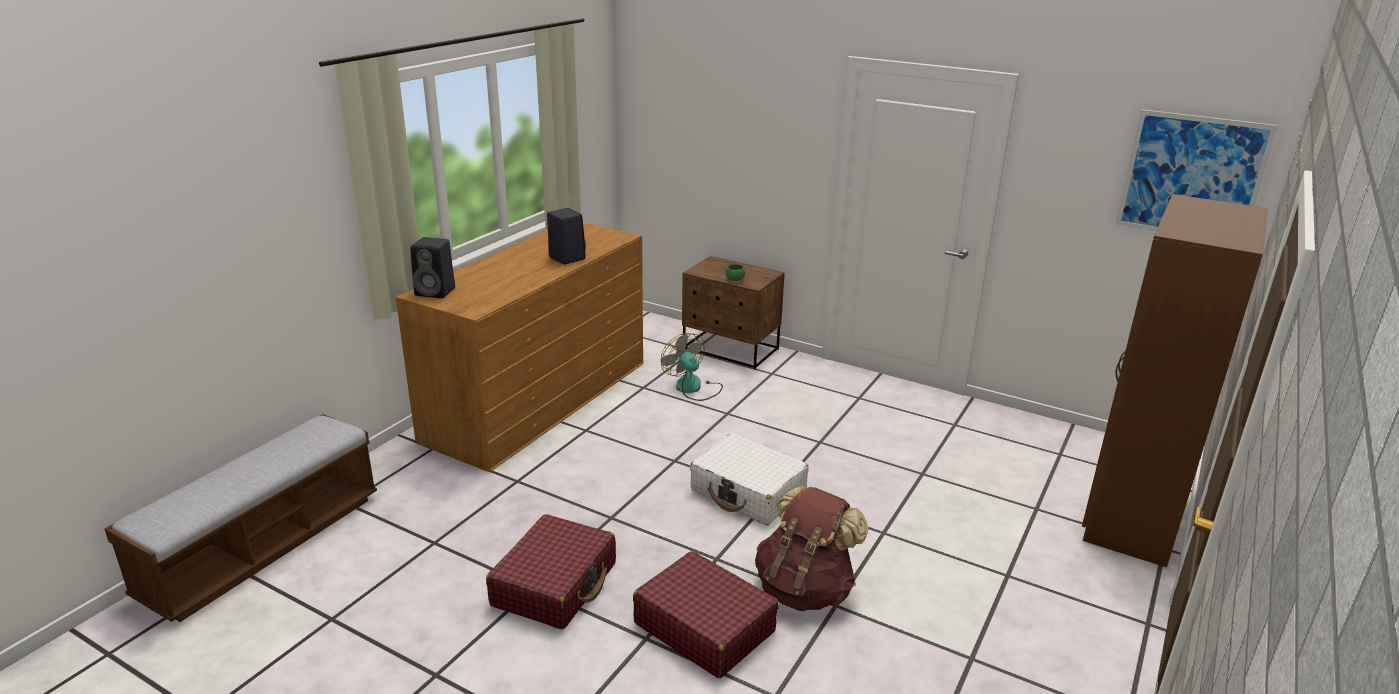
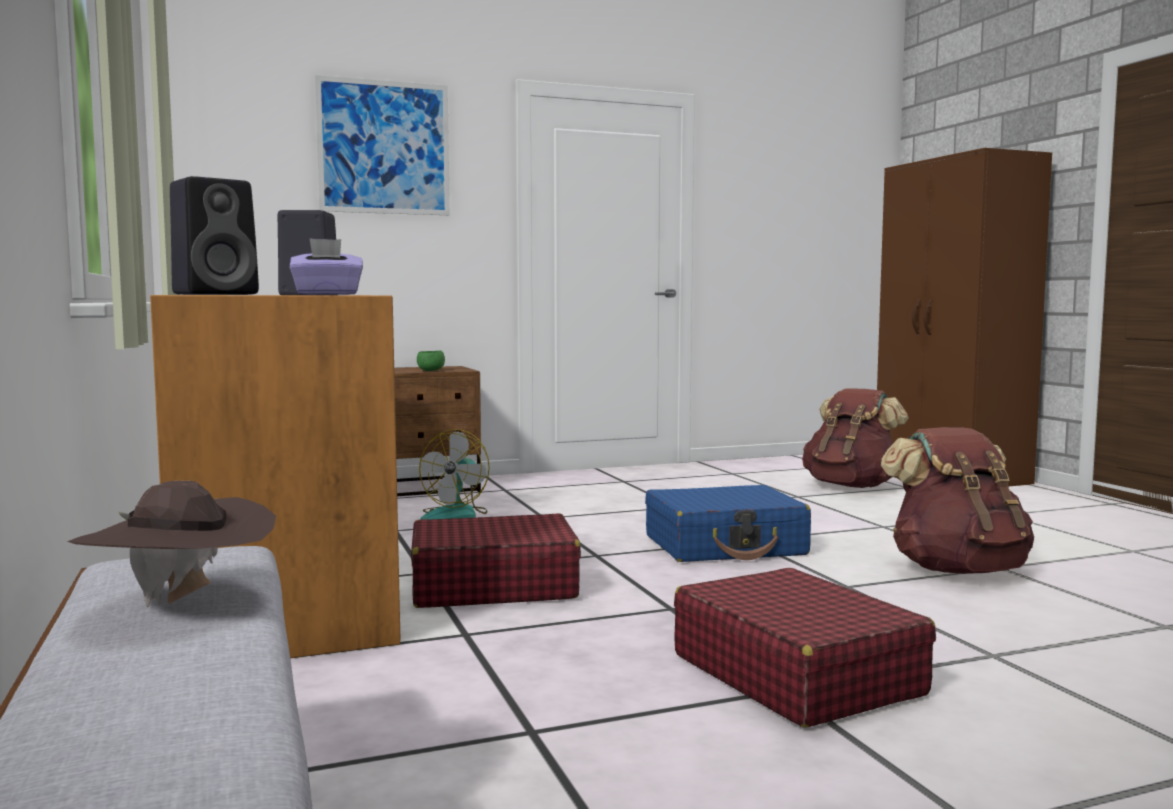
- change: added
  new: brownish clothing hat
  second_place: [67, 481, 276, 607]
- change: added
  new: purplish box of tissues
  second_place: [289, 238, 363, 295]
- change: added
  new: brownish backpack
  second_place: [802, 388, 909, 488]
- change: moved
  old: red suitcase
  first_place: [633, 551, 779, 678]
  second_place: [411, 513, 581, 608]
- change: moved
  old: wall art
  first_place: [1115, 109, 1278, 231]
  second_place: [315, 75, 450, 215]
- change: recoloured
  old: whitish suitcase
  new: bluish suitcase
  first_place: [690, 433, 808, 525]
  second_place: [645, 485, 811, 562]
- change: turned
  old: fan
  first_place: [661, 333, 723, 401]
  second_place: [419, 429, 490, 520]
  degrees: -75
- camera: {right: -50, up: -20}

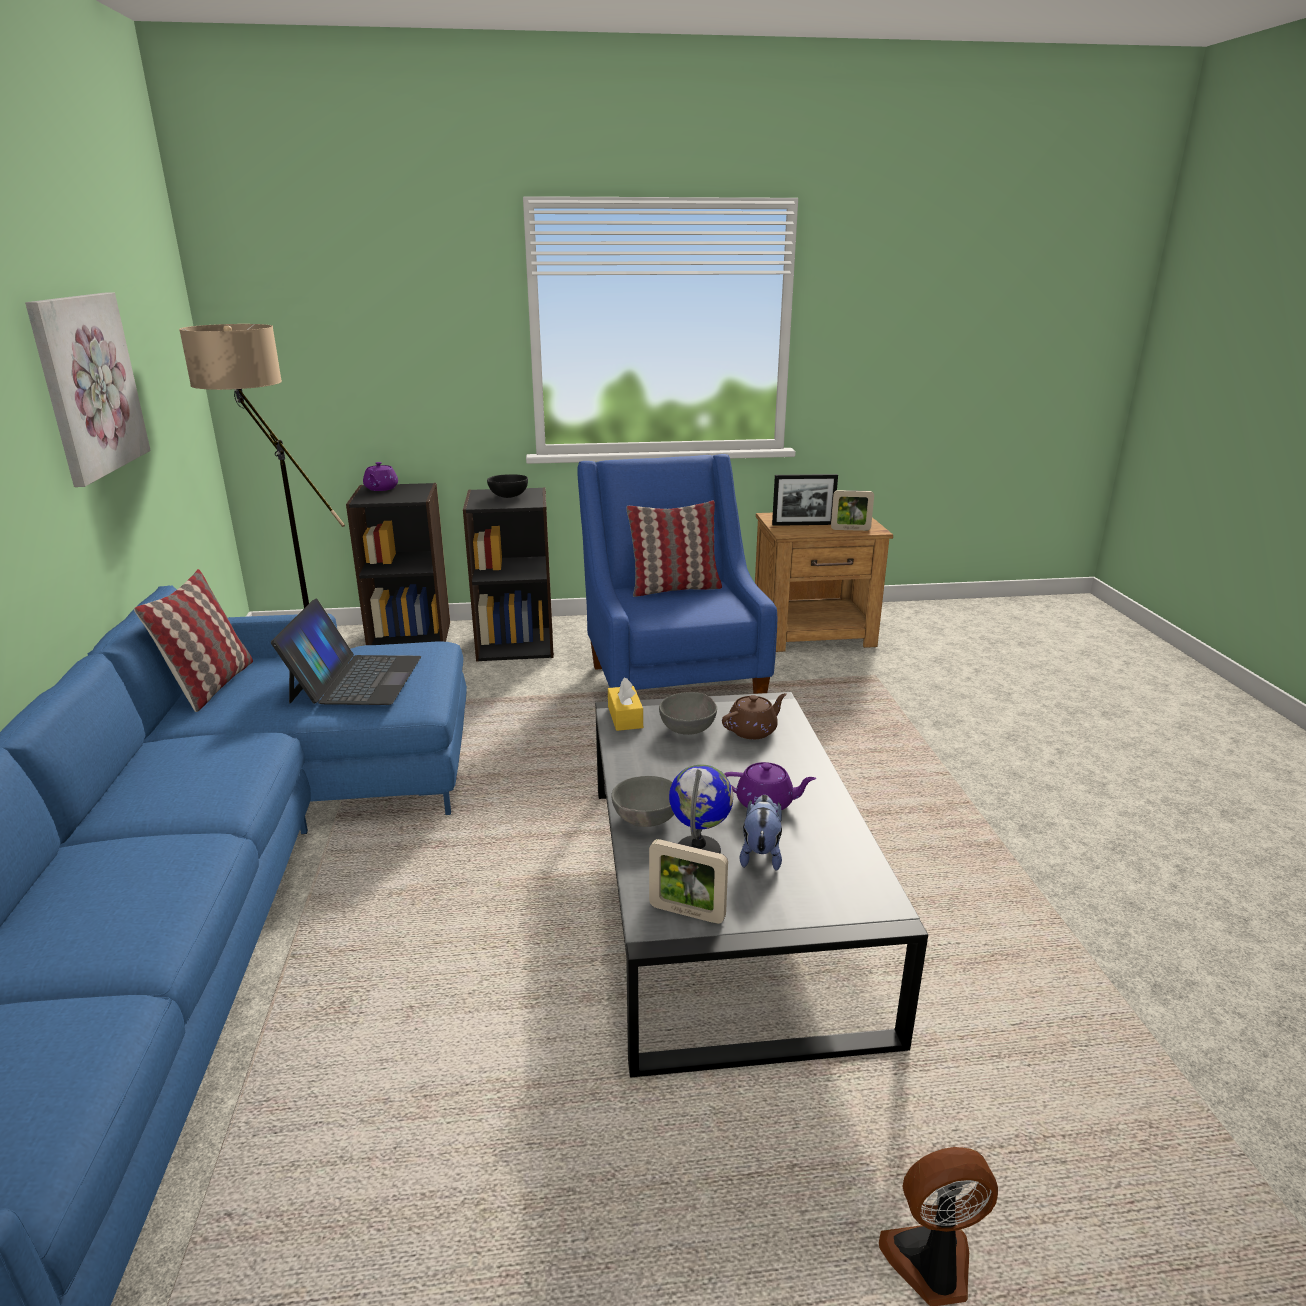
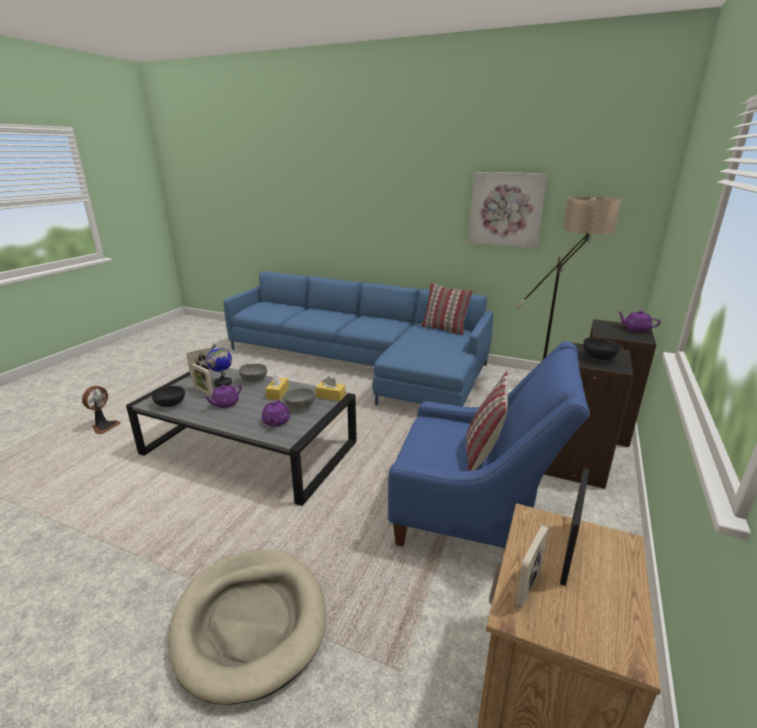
- change: removed
  old: laptop
  first_place: [271, 598, 421, 705]
- change: added
  new: blackish serving bowl
  second_place: [152, 386, 185, 407]
- change: added
  new: beige-coloured dog cushion
  second_place: [168, 550, 327, 705]
- change: added
  new: yellowish box of tissues
  second_place: [266, 373, 289, 400]
- change: replaced
  old: cuddly toy
  new: photo frame
  first_place: [740, 795, 782, 871]
  second_place: [191, 363, 213, 397]
- change: recoloured
  old: brownish tea pot
  new: purplish tea pot
  first_place: [722, 693, 787, 739]
  second_place: [262, 400, 290, 427]
- camera: {right: 120, up: 0}

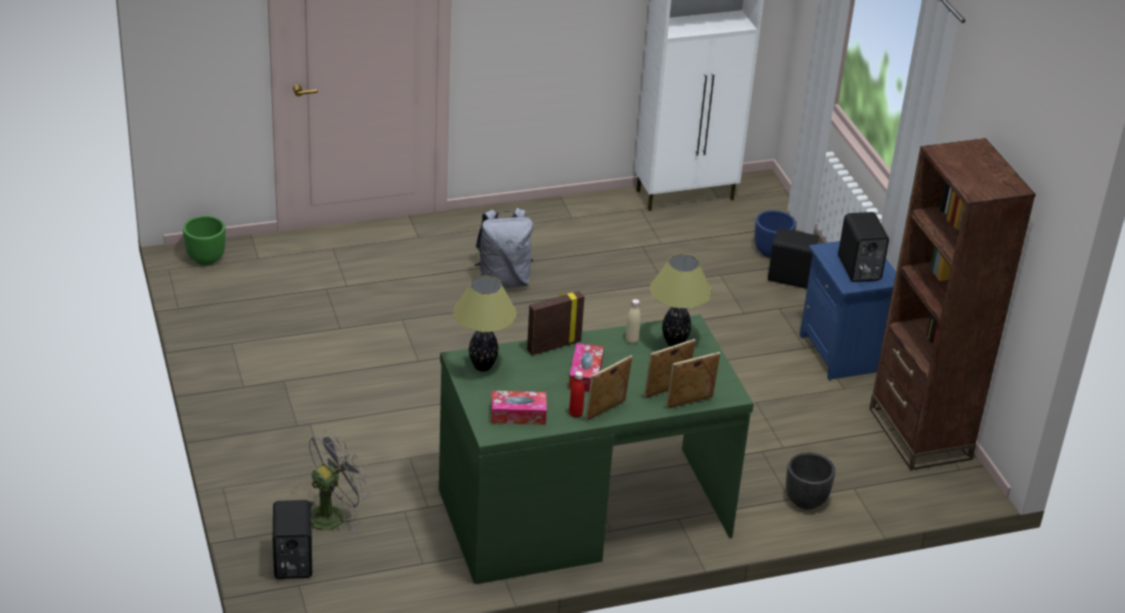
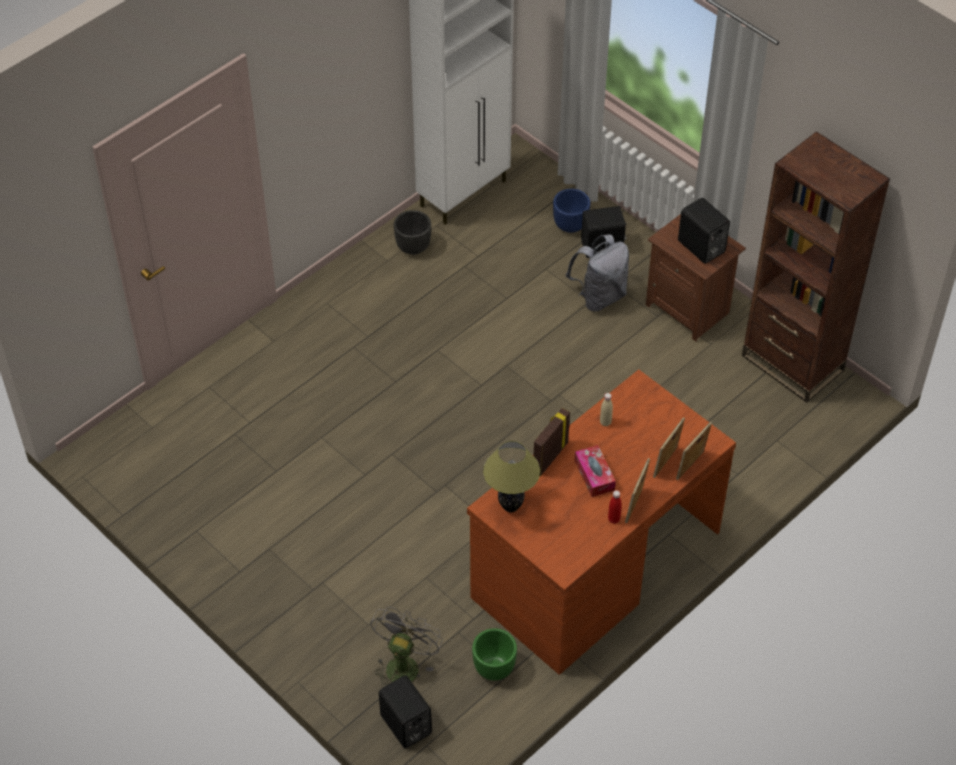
- change: removed
  old: box of tissues
  first_place: [491, 391, 547, 425]
- change: removed
  old: table lamp
  first_place: [650, 254, 711, 347]
- change: moved
  old: green-coloured flower pot
  first_place: [183, 216, 226, 265]
  second_place: [472, 628, 517, 681]
- change: moved
  old: gray backpack
  first_place: [475, 208, 533, 288]
  second_place: [566, 234, 629, 312]
- change: moved
  old: blackish flower pot
  first_place: [786, 452, 835, 509]
  second_place: [394, 210, 431, 255]
- change: recoloured
  old: green-coloured desk unit
  new: brownish desk unit
  first_place: [439, 315, 754, 584]
  second_place: [467, 369, 736, 675]
- change: recoloured
  old: bluish bedside table
  new: brownish bedside table
  first_place: [800, 241, 896, 381]
  second_place: [646, 214, 746, 342]
- camera: {right: -25, up: 15}

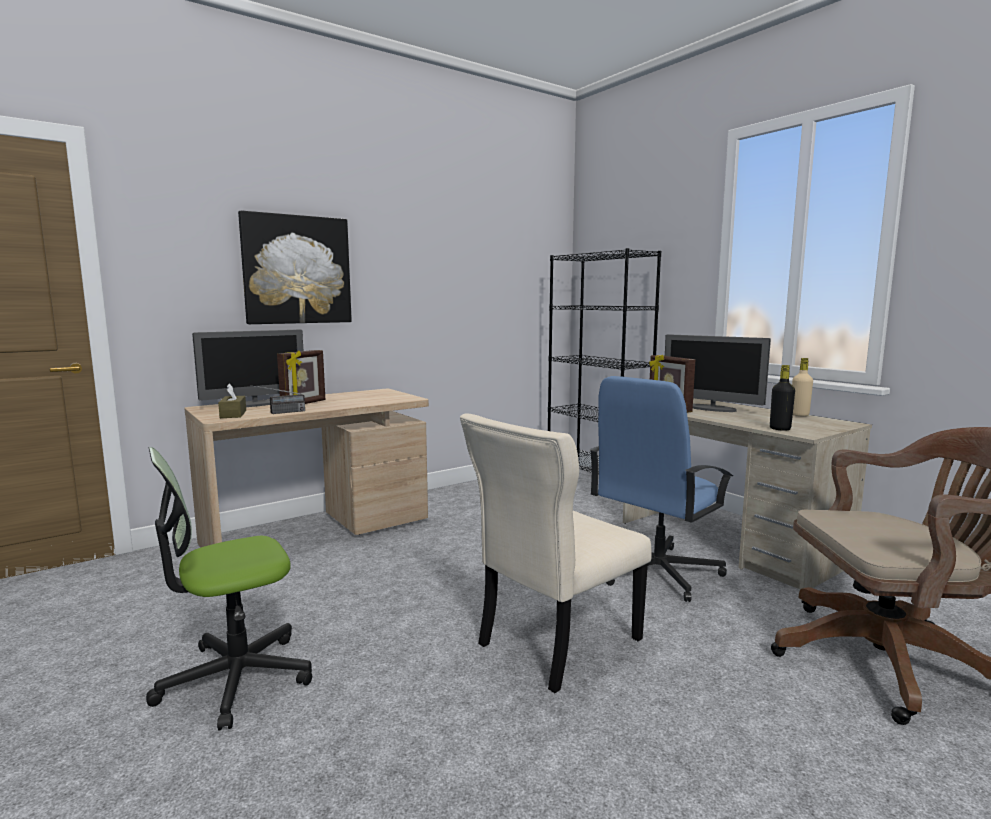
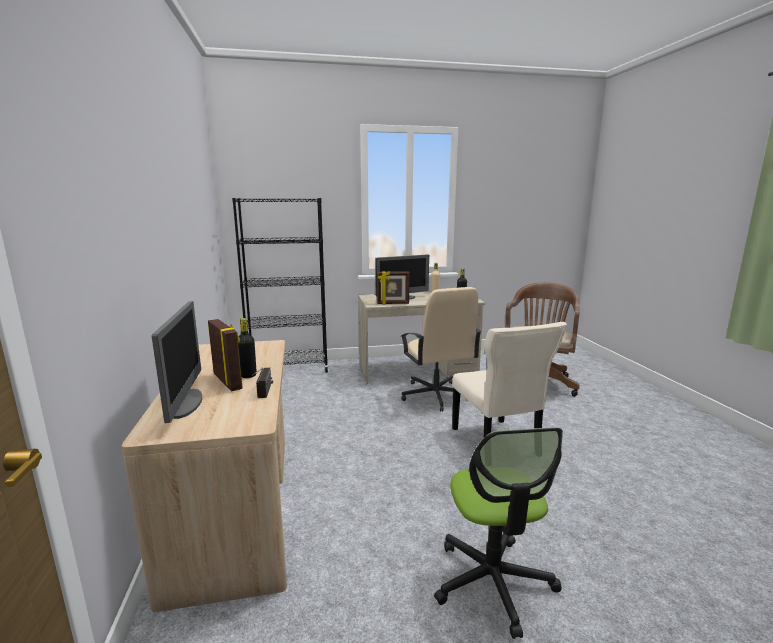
- change: removed
  old: brownish box of tissues
  first_place: [218, 383, 246, 418]
- change: removed
  old: wall art
  first_place: [238, 211, 352, 324]
- change: added
  new: blackish beverage bottle
  second_place: [238, 318, 257, 378]
- change: recoloured
  old: bluish desk chair
  new: beige-coloured desk chair
  first_place: [589, 376, 733, 602]
  second_place: [401, 287, 482, 412]
- camera: {right: -65, up: 5}

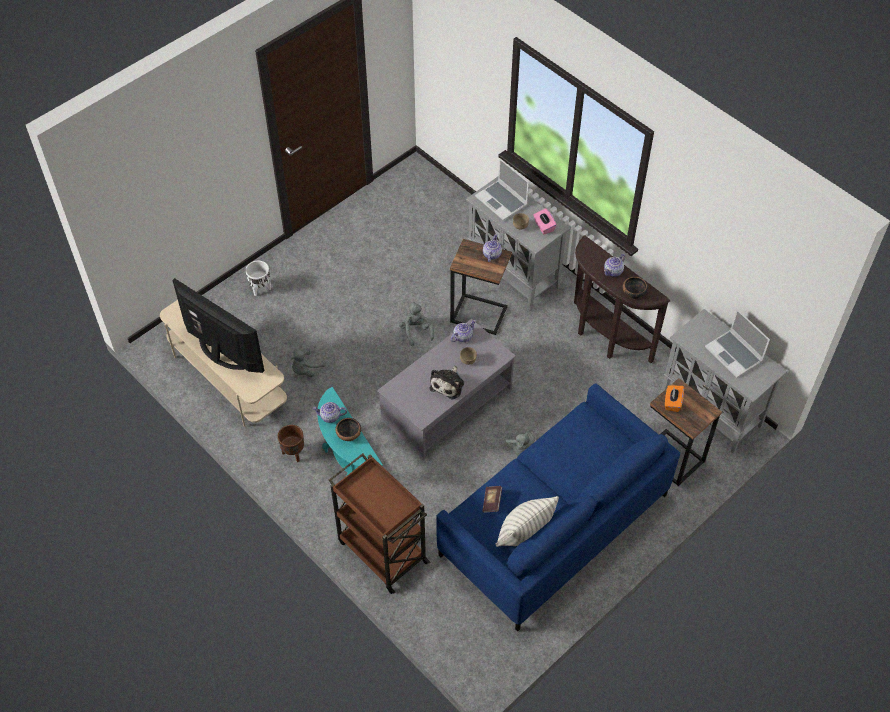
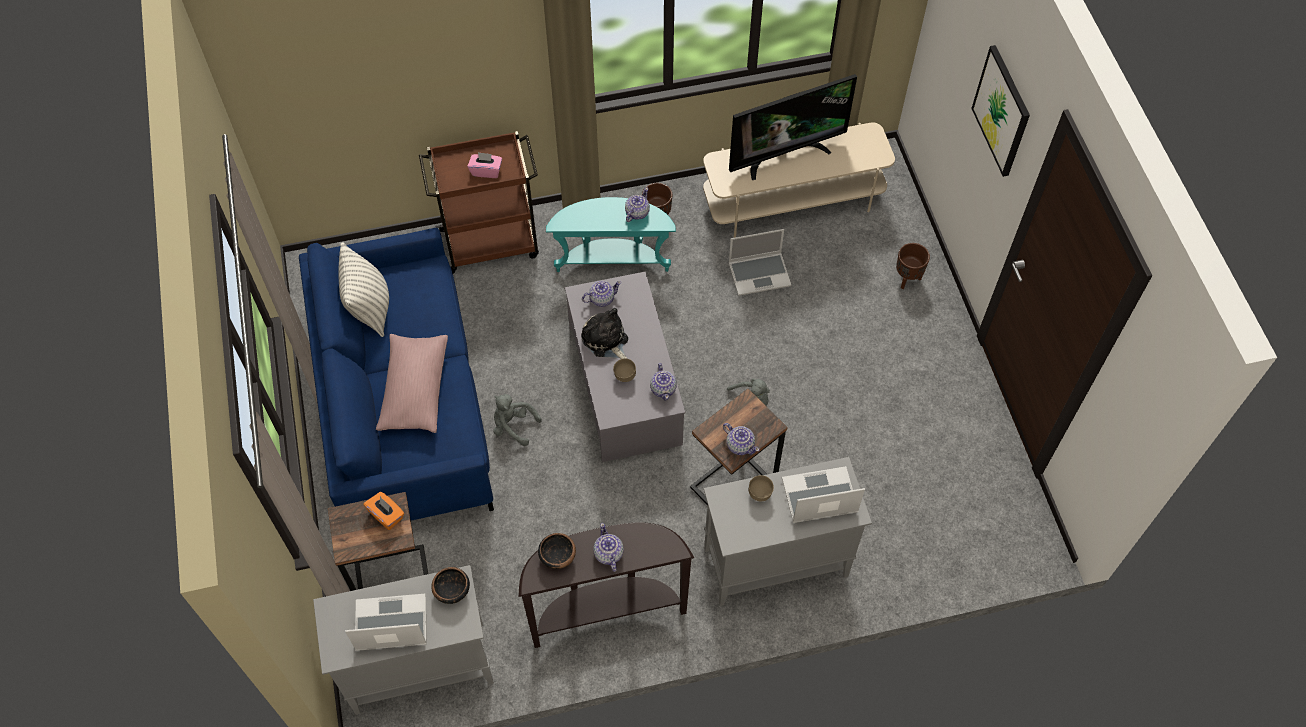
- change: removed
  old: bound book
  first_place: [482, 486, 502, 513]
- change: added
  new: pink cushion
  second_place: [376, 334, 448, 433]
- change: added
  new: tea pot
  second_place: [582, 281, 621, 307]
- change: added
  new: wall art
  second_place: [971, 45, 1030, 177]
- change: moved
  old: serving bowl
  first_place: [335, 418, 361, 441]
  second_place: [431, 567, 470, 604]
- change: moved
  old: pink box of tissues
  first_place: [533, 208, 557, 234]
  second_place: [468, 152, 502, 178]
- change: replaced
  old: gray cuddly toy
  new: laptop
  first_place: [291, 349, 326, 377]
  second_place: [729, 229, 791, 296]
- change: recoloured
  old: whitish flower pot
  new: brownish flower pot
  first_place: [246, 261, 271, 296]
  second_place: [896, 243, 930, 289]
- camera: {right: 120, up: 5}

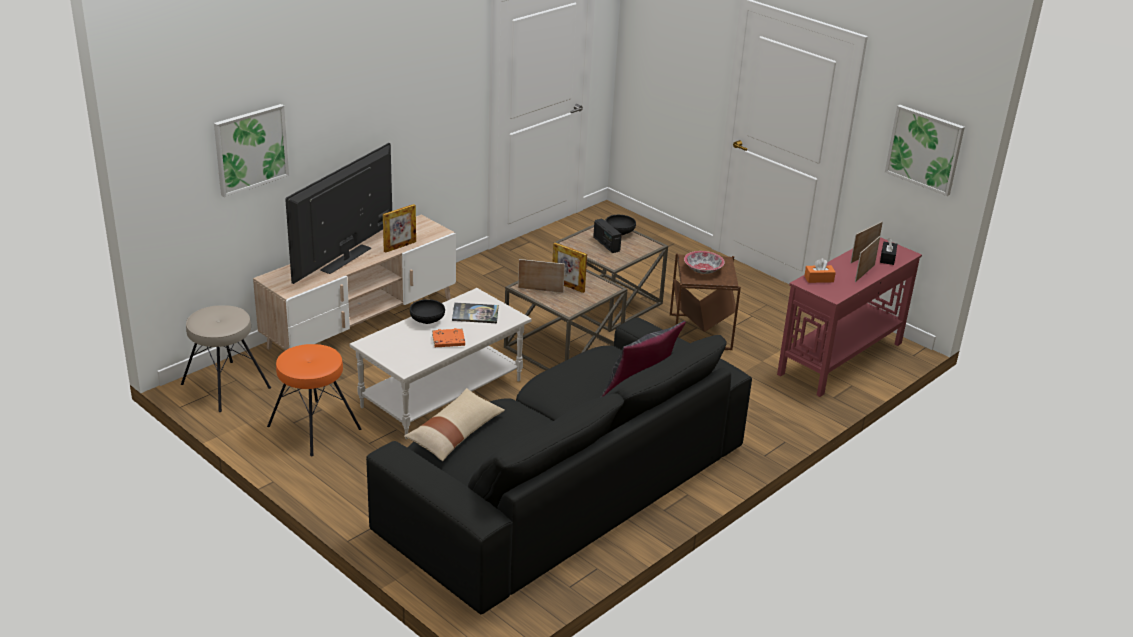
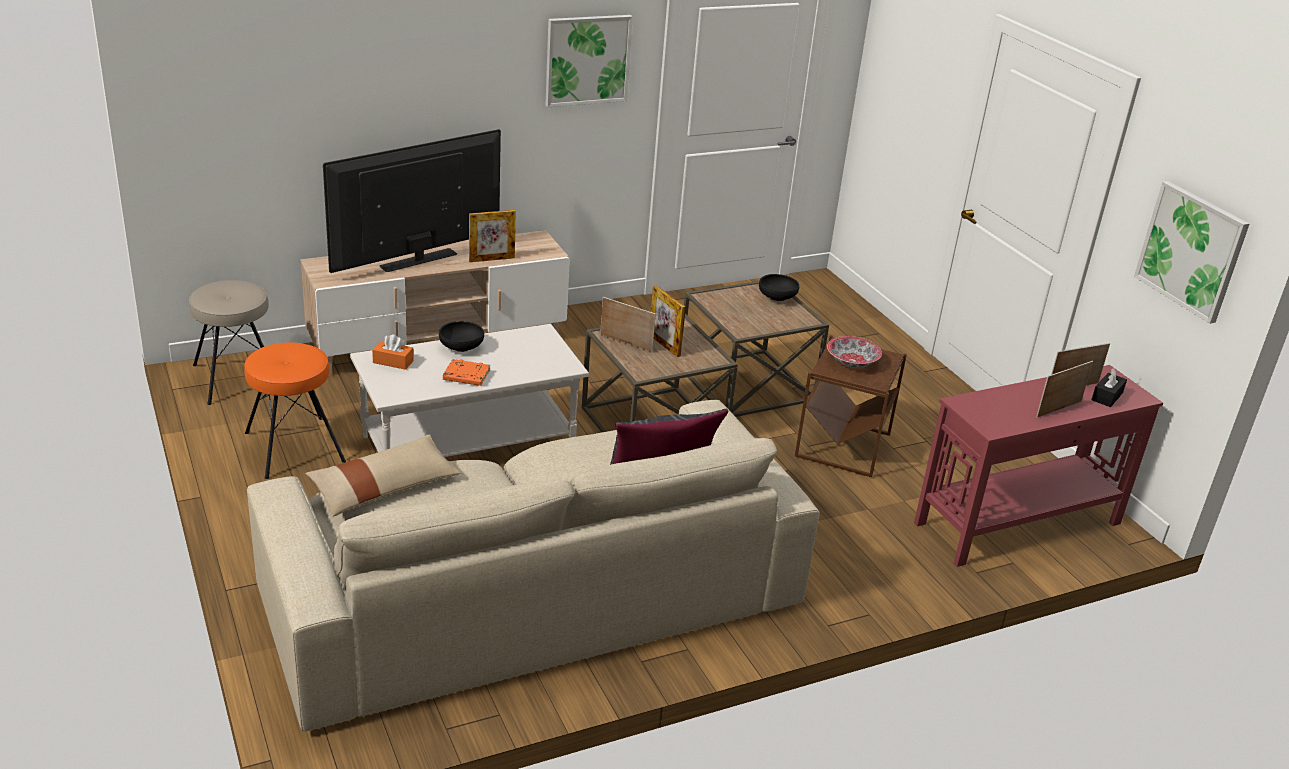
- change: removed
  old: bound book
  first_place: [452, 303, 499, 323]
- change: removed
  old: radio set
  first_place: [593, 218, 622, 253]
- change: moved
  old: wall art
  first_place: [214, 104, 289, 197]
  second_place: [545, 15, 633, 107]
- change: moved
  old: orange-coloured box of tissues
  first_place: [804, 258, 836, 283]
  second_place: [372, 334, 414, 370]
- change: recoloured
  old: blackish settee
  new: beige-coloured settee
  first_place: [366, 317, 752, 615]
  second_place: [247, 400, 820, 731]
- camera: {right: 20, up: 0}

